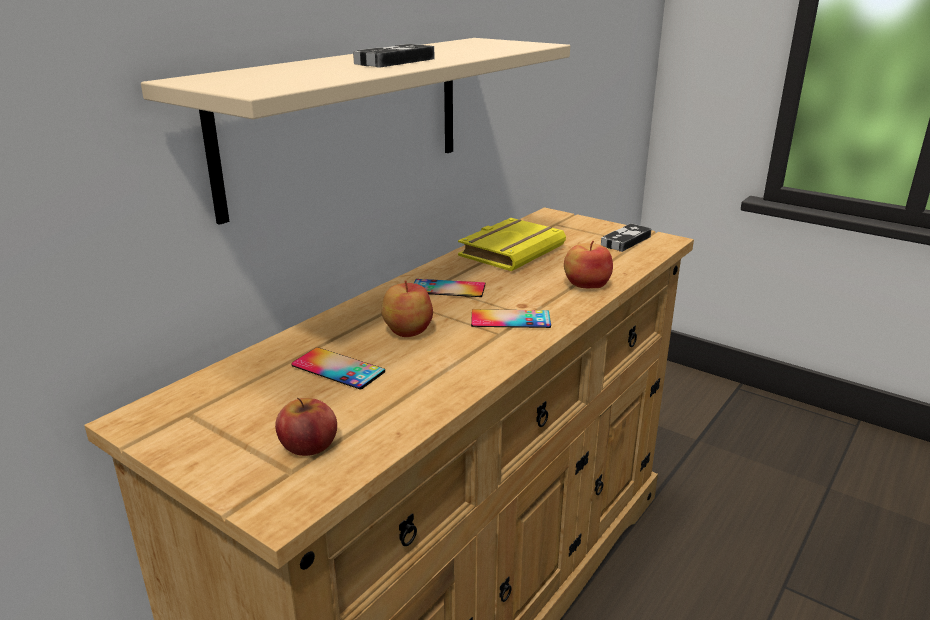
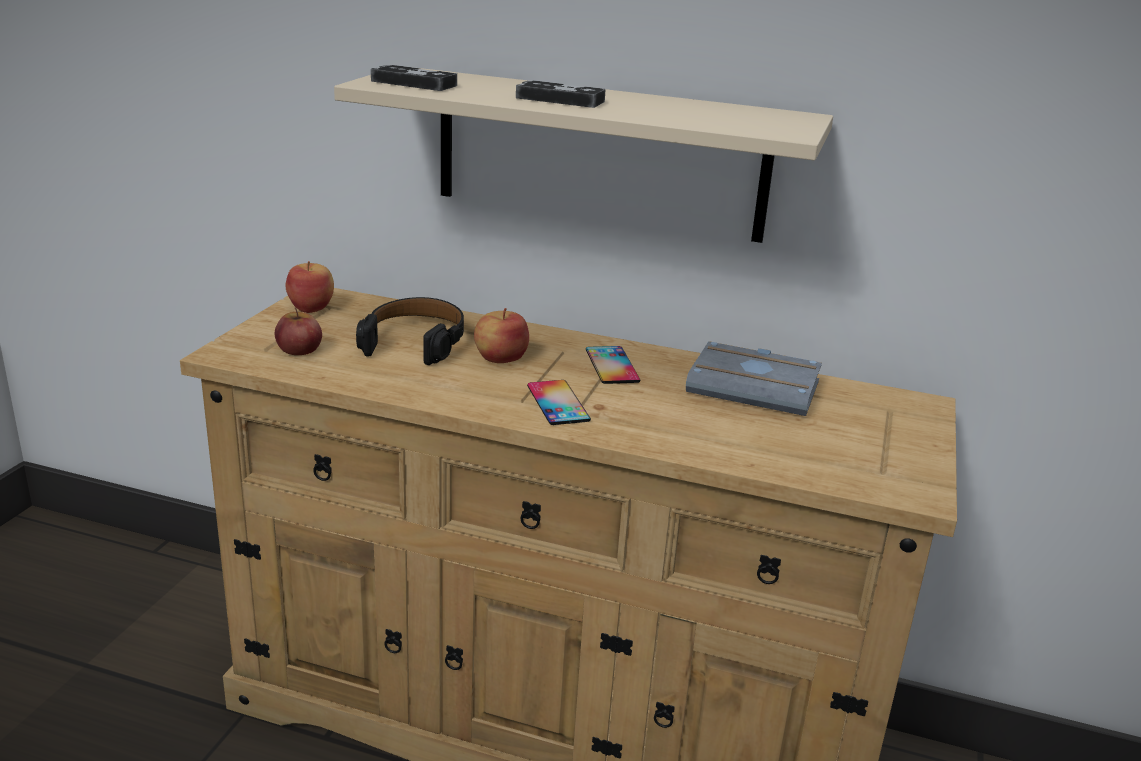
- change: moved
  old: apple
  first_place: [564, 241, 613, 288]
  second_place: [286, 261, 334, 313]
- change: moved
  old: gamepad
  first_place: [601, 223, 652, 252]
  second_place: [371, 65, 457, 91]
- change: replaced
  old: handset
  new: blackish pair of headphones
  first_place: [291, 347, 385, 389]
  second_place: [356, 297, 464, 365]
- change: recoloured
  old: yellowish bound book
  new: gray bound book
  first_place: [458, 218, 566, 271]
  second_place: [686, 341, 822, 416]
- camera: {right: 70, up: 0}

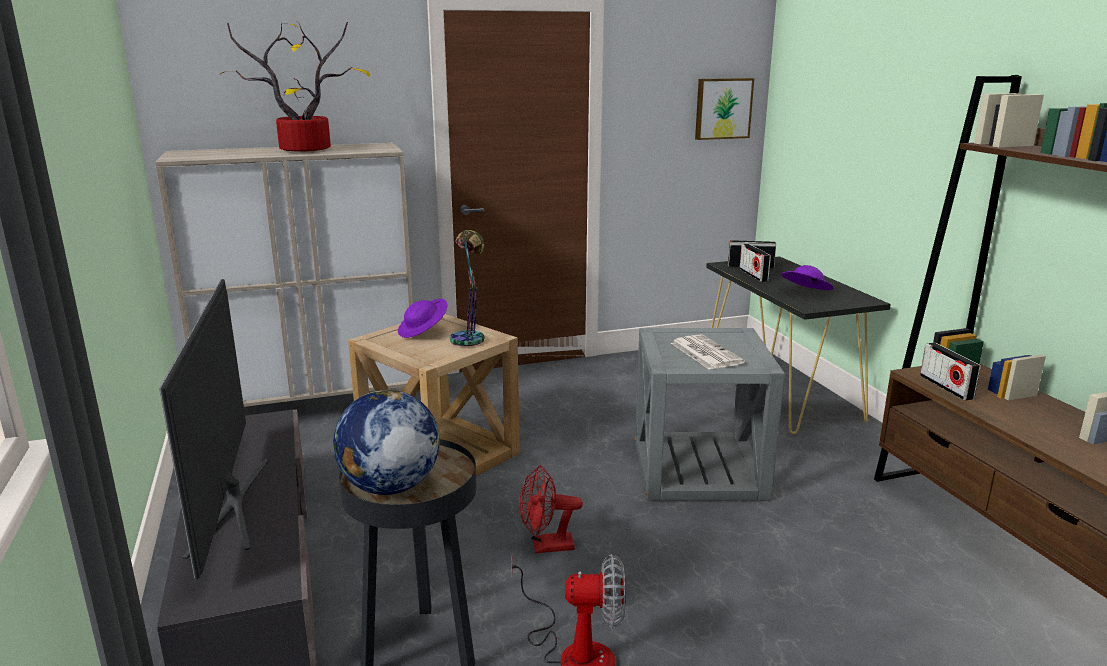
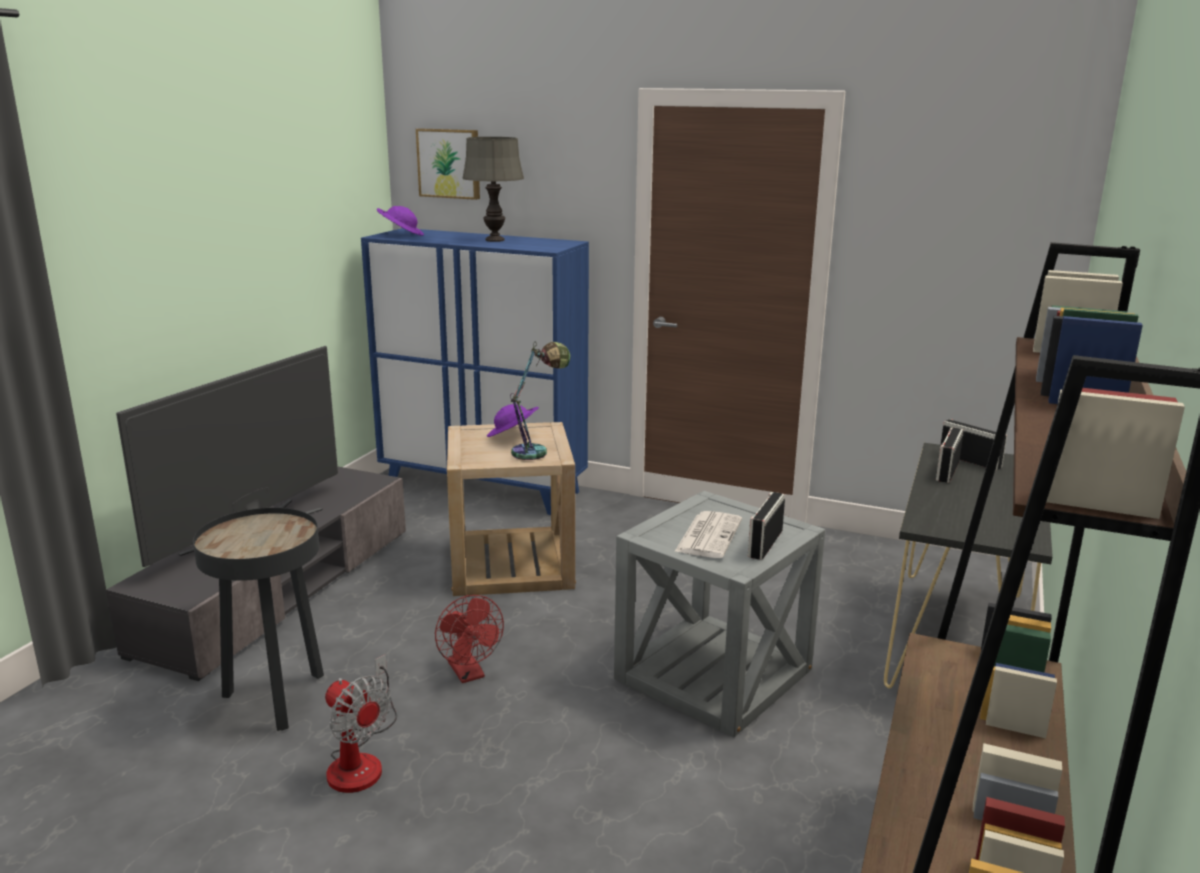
- change: removed
  old: globe
  first_place: [333, 390, 440, 495]
- change: moved
  old: wall art
  first_place: [695, 78, 754, 140]
  second_place: [416, 128, 480, 200]
- change: moved
  old: purplish clothing hat
  first_place: [781, 265, 834, 290]
  second_place: [377, 206, 424, 236]
- change: moved
  old: radio set
  first_place: [920, 343, 981, 400]
  second_place: [748, 492, 785, 560]
- change: replaced
  old: potted plant
  new: gray table lamp
  first_place: [221, 21, 370, 152]
  second_place: [462, 137, 524, 242]
- change: recoloured
  old: beige-coloured cabinet
  new: bluish cabinet
  first_place: [155, 143, 413, 407]
  second_place: [361, 228, 589, 515]
- change: turned
  old: red fan
  first_place: [520, 465, 583, 554]
  second_place: [435, 595, 504, 683]
  degrees: -150
- camera: {right: 40, up: 0}

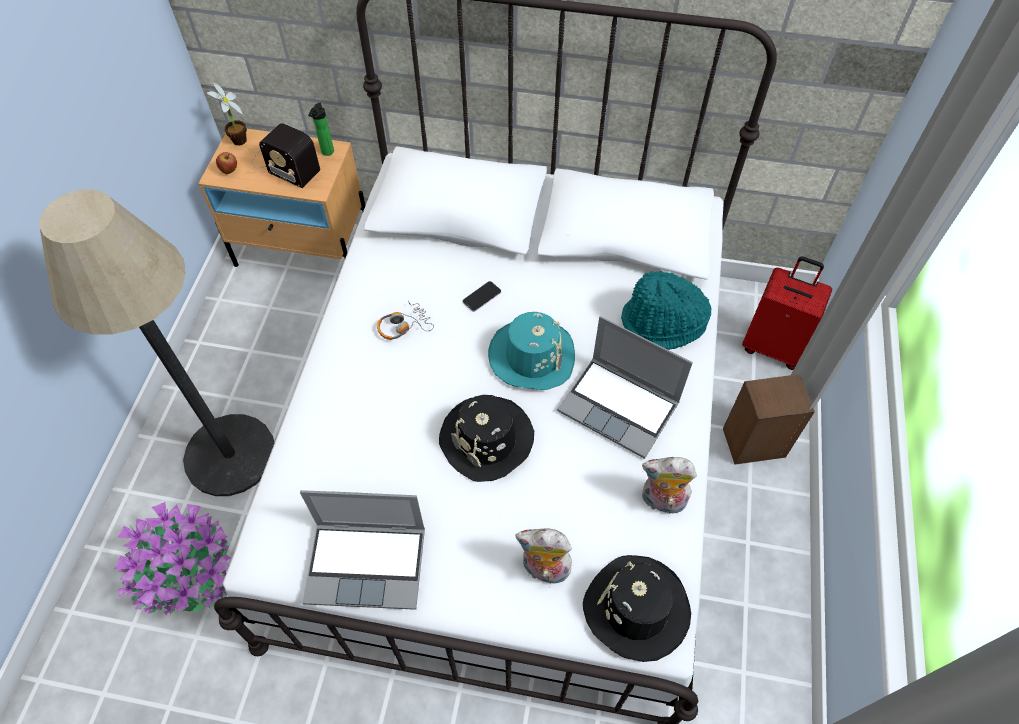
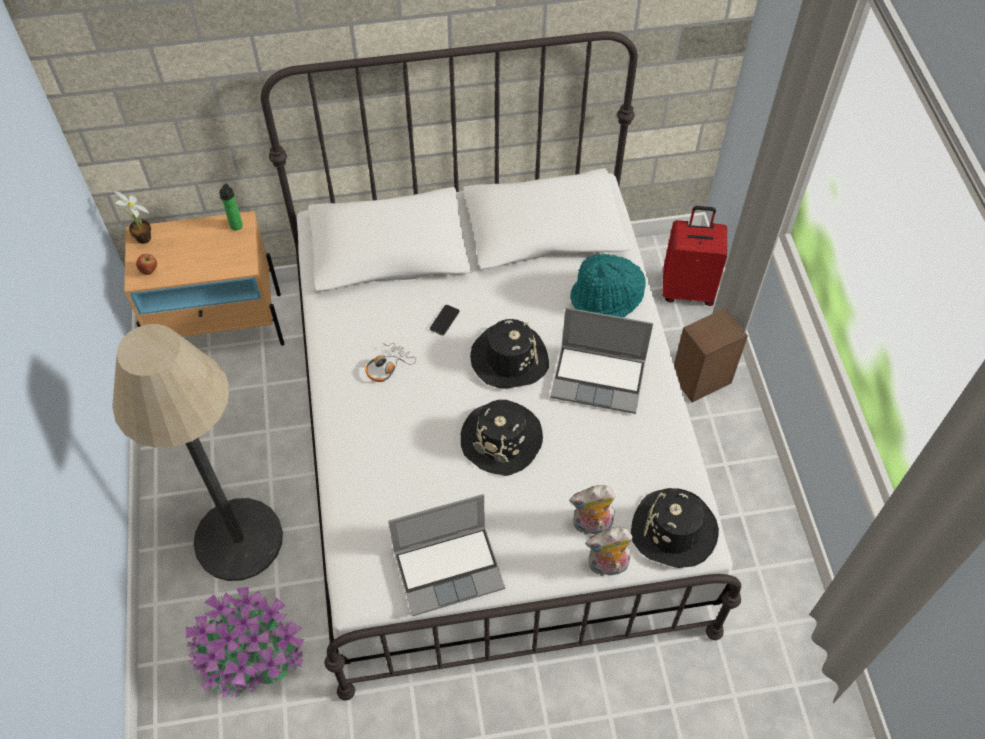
- change: removed
  old: radio set
  first_place: [251, 123, 320, 188]
- change: moved
  old: cuddly toy
  first_place: [642, 457, 697, 514]
  second_place: [585, 527, 633, 576]
- change: recoloured
  old: turquoise-coloured clothing hat
  new: blackish clothing hat
  first_place: [488, 312, 575, 390]
  second_place: [470, 319, 549, 389]
- camera: {right: -20, up: 0}

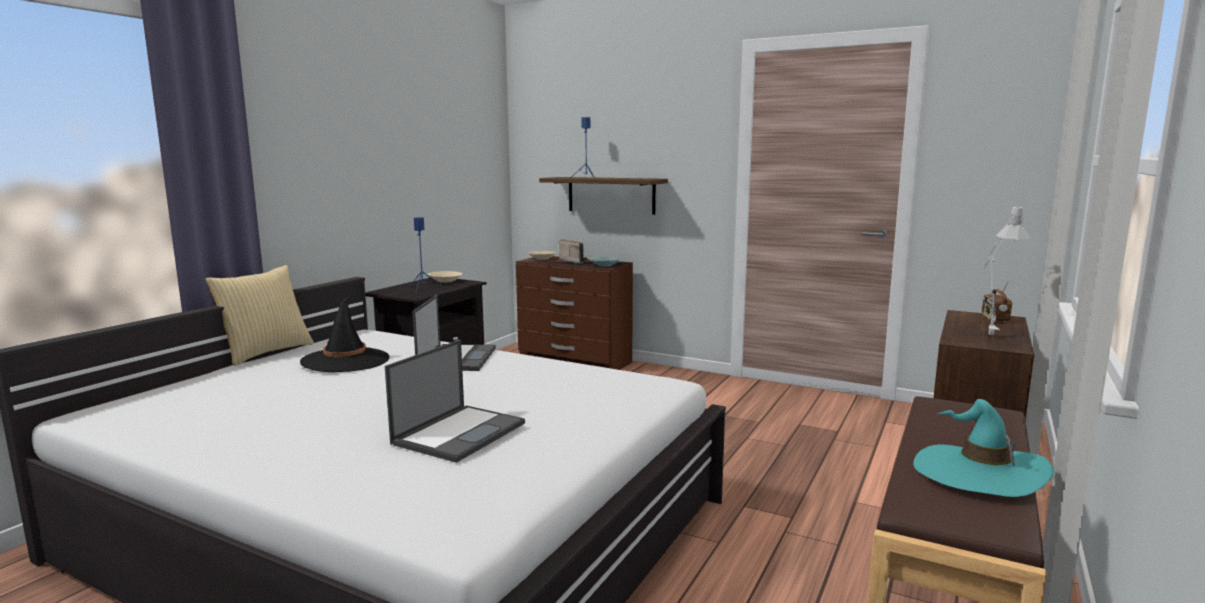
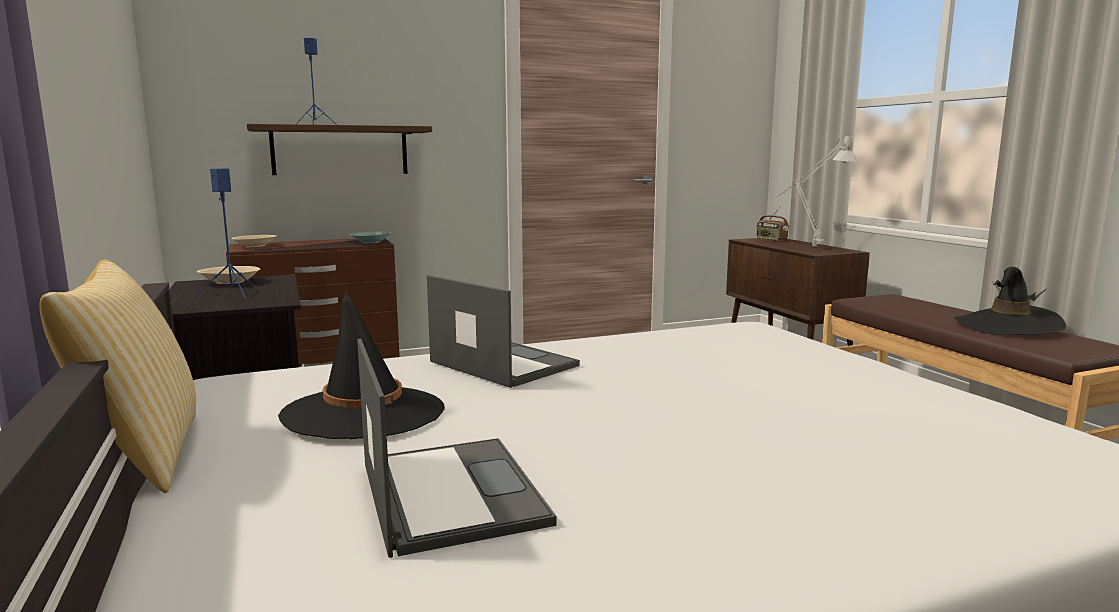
- change: removed
  old: radio set
  first_place: [559, 239, 590, 263]
- change: moved
  old: laptop
  first_place: [385, 340, 525, 463]
  second_place: [357, 339, 556, 558]
- change: recoloured
  old: turquoise-coloured clothing hat
  new: blackish clothing hat
  first_place: [914, 399, 1054, 497]
  second_place: [954, 267, 1067, 335]
- camera: {right: -50, up: 0}

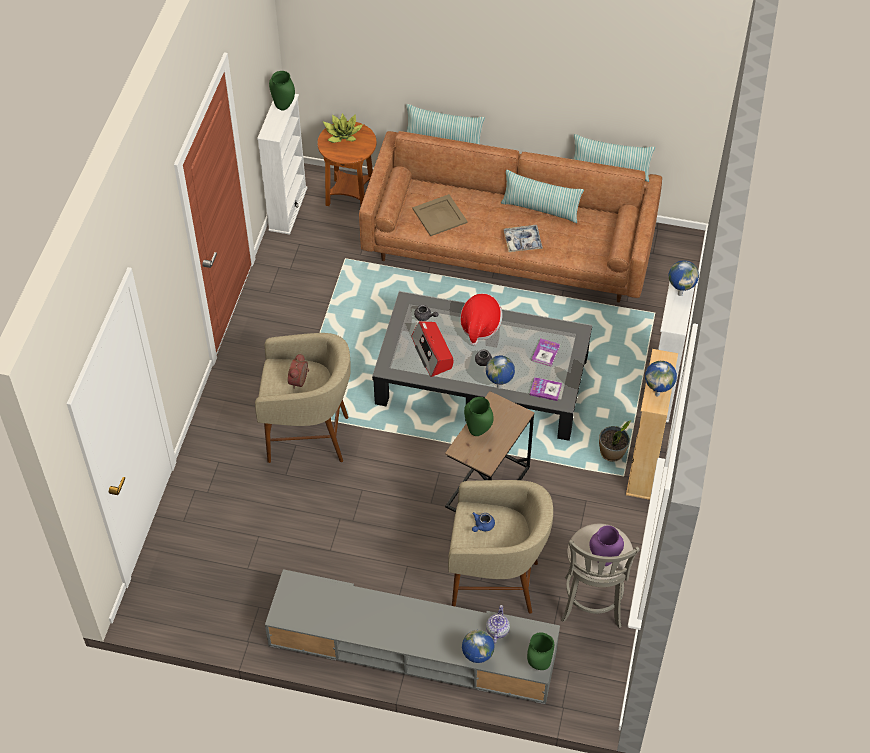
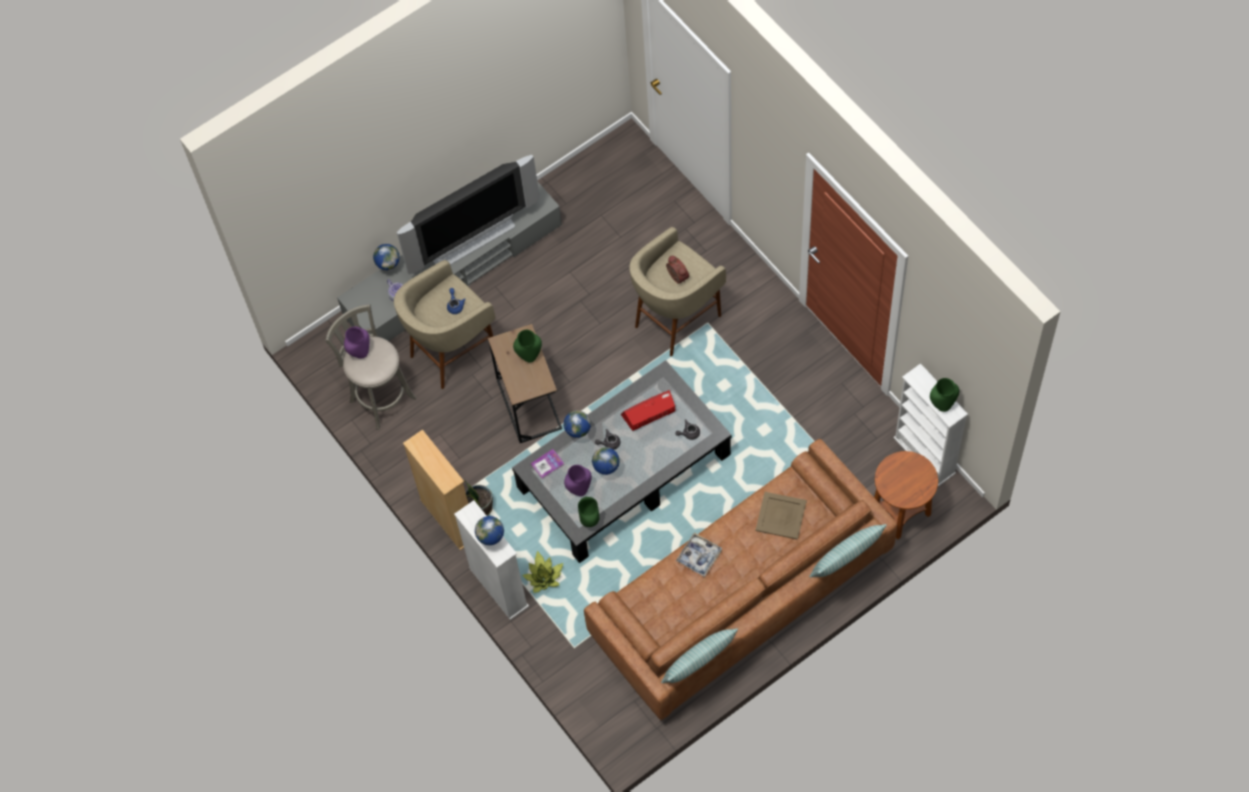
- change: removed
  old: clothing hat
  first_place: [460, 293, 502, 346]
- change: removed
  old: cushion
  first_place: [501, 170, 584, 223]
- change: added
  new: TV
  second_place: [397, 155, 540, 274]
- change: moved
  old: potted plant
  first_place: [323, 113, 363, 143]
  second_place: [522, 551, 563, 593]
- change: moved
  old: green-coloured flower vase
  first_place: [527, 632, 554, 670]
  second_place: [578, 497, 599, 527]
- change: moved
  old: globe
  first_place: [645, 361, 677, 397]
  second_place: [592, 447, 620, 475]
- change: replaced
  old: bound book
  new: purplish flower vase
  first_place: [532, 339, 560, 366]
  second_place: [564, 465, 592, 496]
- change: turned
  old: radio set
  first_place: [411, 321, 453, 377]
  second_place: [621, 390, 675, 431]
  degrees: -45
- camera: {right: 135, up: 10}

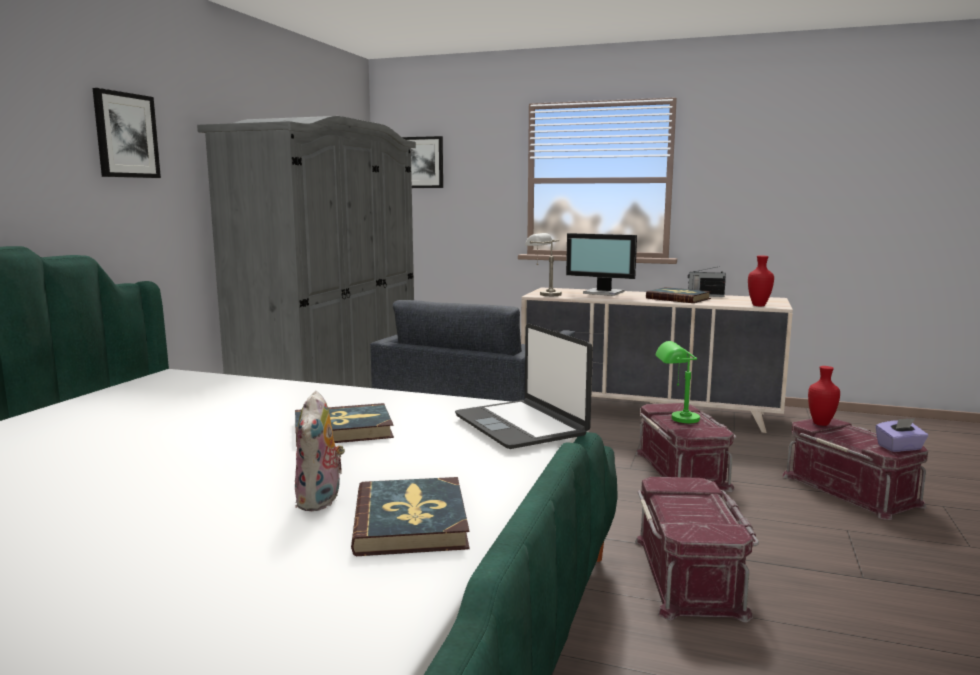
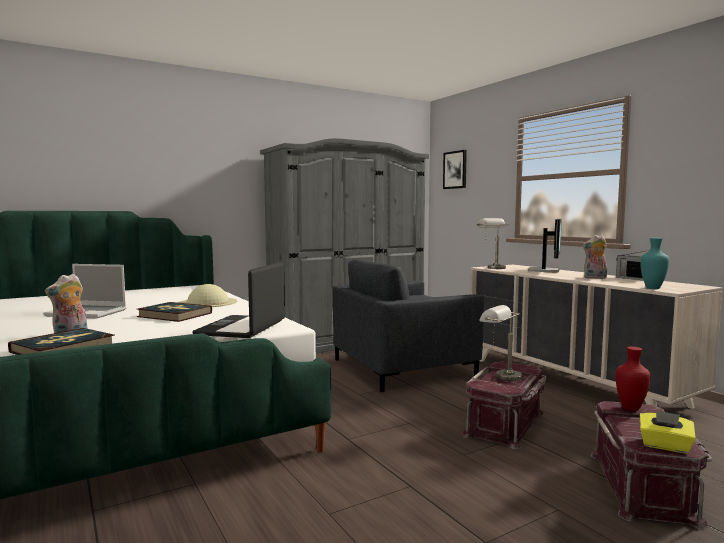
- change: removed
  old: wall art
  first_place: [92, 88, 161, 178]
- change: removed
  old: red storage bin
  first_place: [635, 477, 759, 623]
- change: added
  new: laptop
  second_place: [43, 264, 126, 319]
- change: added
  new: beige-coloured clothing hat
  second_place: [179, 284, 237, 307]
- change: replaced
  old: bound book
  new: cuddly toy
  first_place: [646, 287, 711, 303]
  second_place: [582, 235, 607, 279]
- change: recoloured
  old: green-coloured table lamp
  new: gray table lamp
  first_place: [655, 341, 700, 423]
  second_place: [479, 305, 522, 381]
- change: recoloured
  old: red flower vase
  new: turquoise-coloured flower vase
  first_place: [748, 255, 774, 306]
  second_place: [640, 238, 669, 289]
- change: recoloured
  old: purplish box of tissues
  new: yellowish box of tissues
  first_place: [876, 418, 928, 452]
  second_place: [639, 410, 696, 454]
- change: turned
  old: computer display
  first_place: [566, 233, 637, 296]
  second_place: [528, 219, 562, 273]
  degrees: -135
- camera: {right: 40, up: -5}

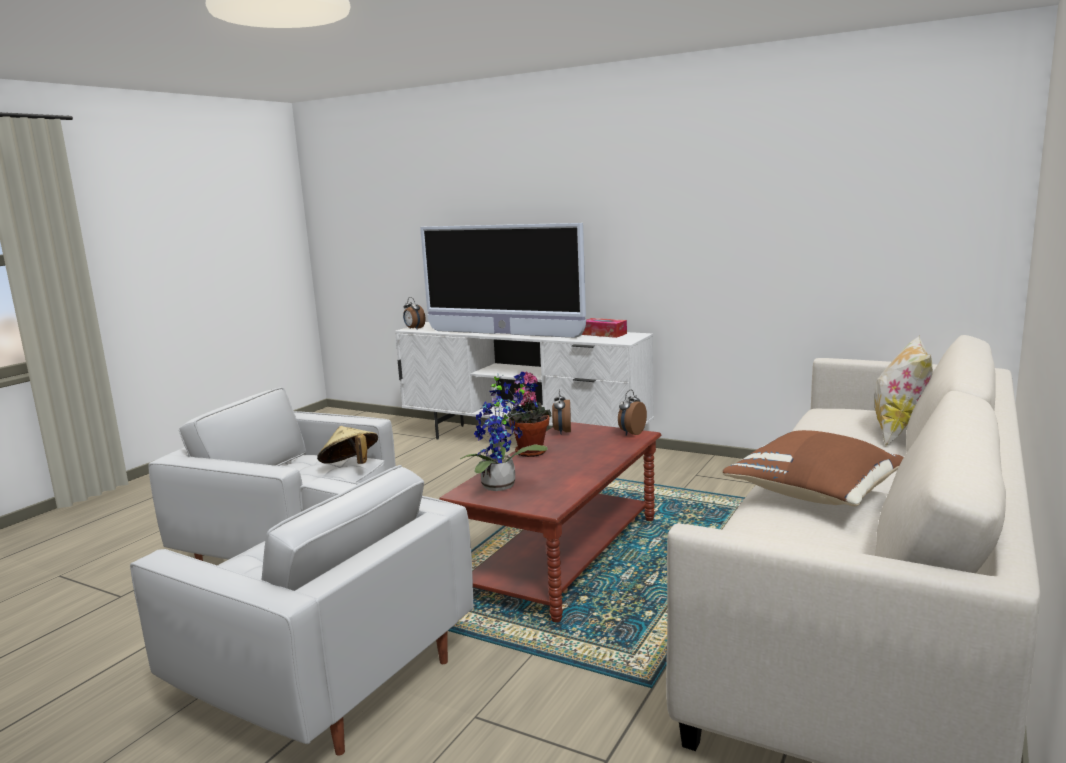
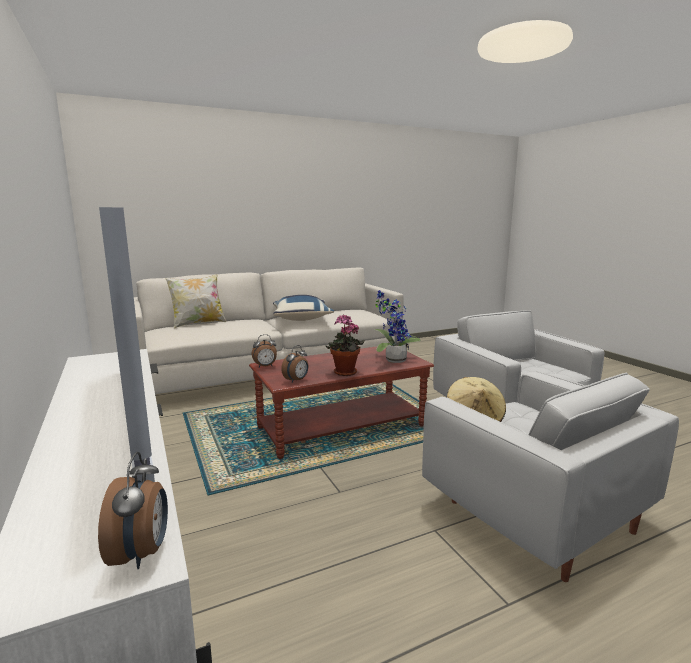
- change: removed
  old: box of tissues
  first_place: [582, 318, 627, 338]
- change: recoloured
  old: brownish cushion
  new: bluish cushion
  first_place: [723, 430, 904, 506]
  second_place: [273, 295, 334, 321]
- camera: {right: -145, up: 0}

